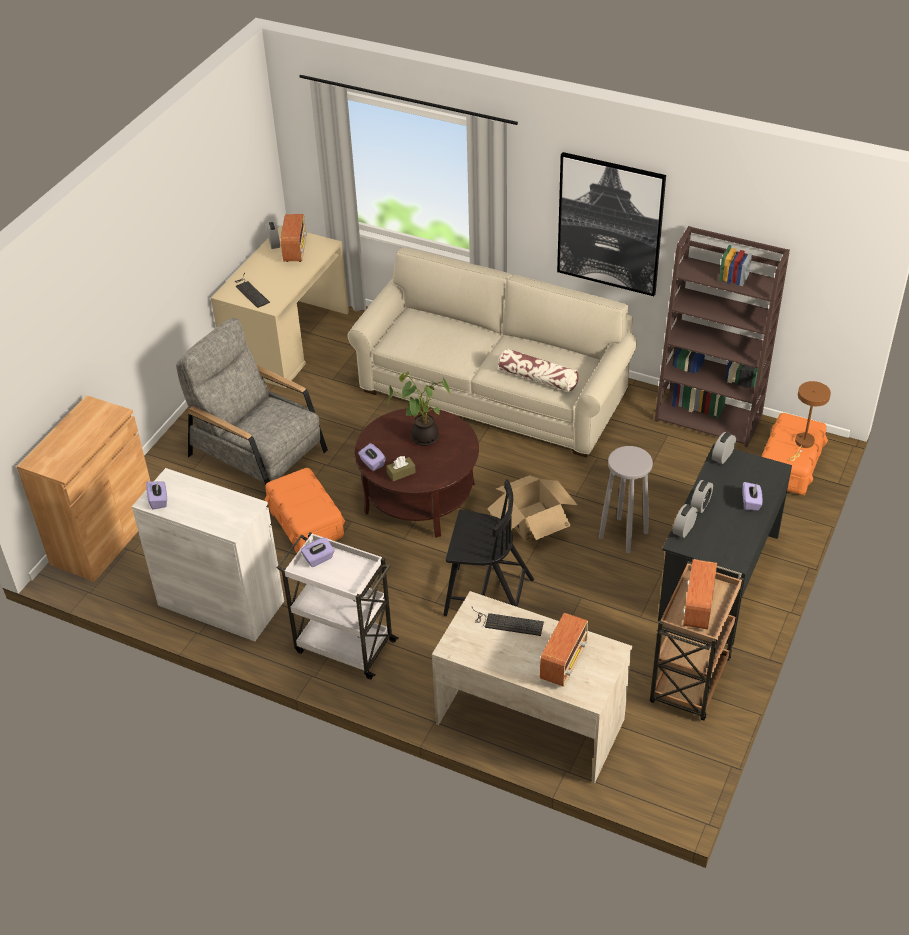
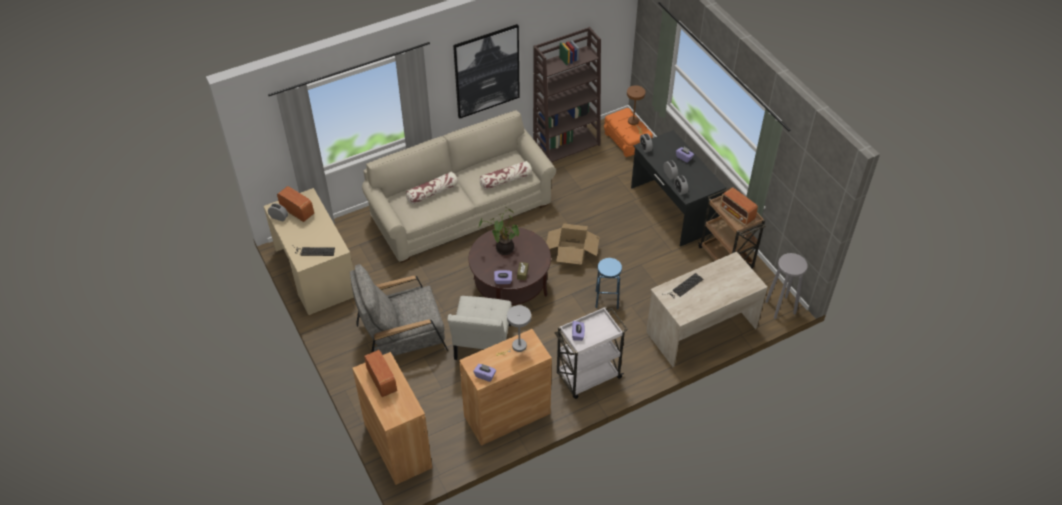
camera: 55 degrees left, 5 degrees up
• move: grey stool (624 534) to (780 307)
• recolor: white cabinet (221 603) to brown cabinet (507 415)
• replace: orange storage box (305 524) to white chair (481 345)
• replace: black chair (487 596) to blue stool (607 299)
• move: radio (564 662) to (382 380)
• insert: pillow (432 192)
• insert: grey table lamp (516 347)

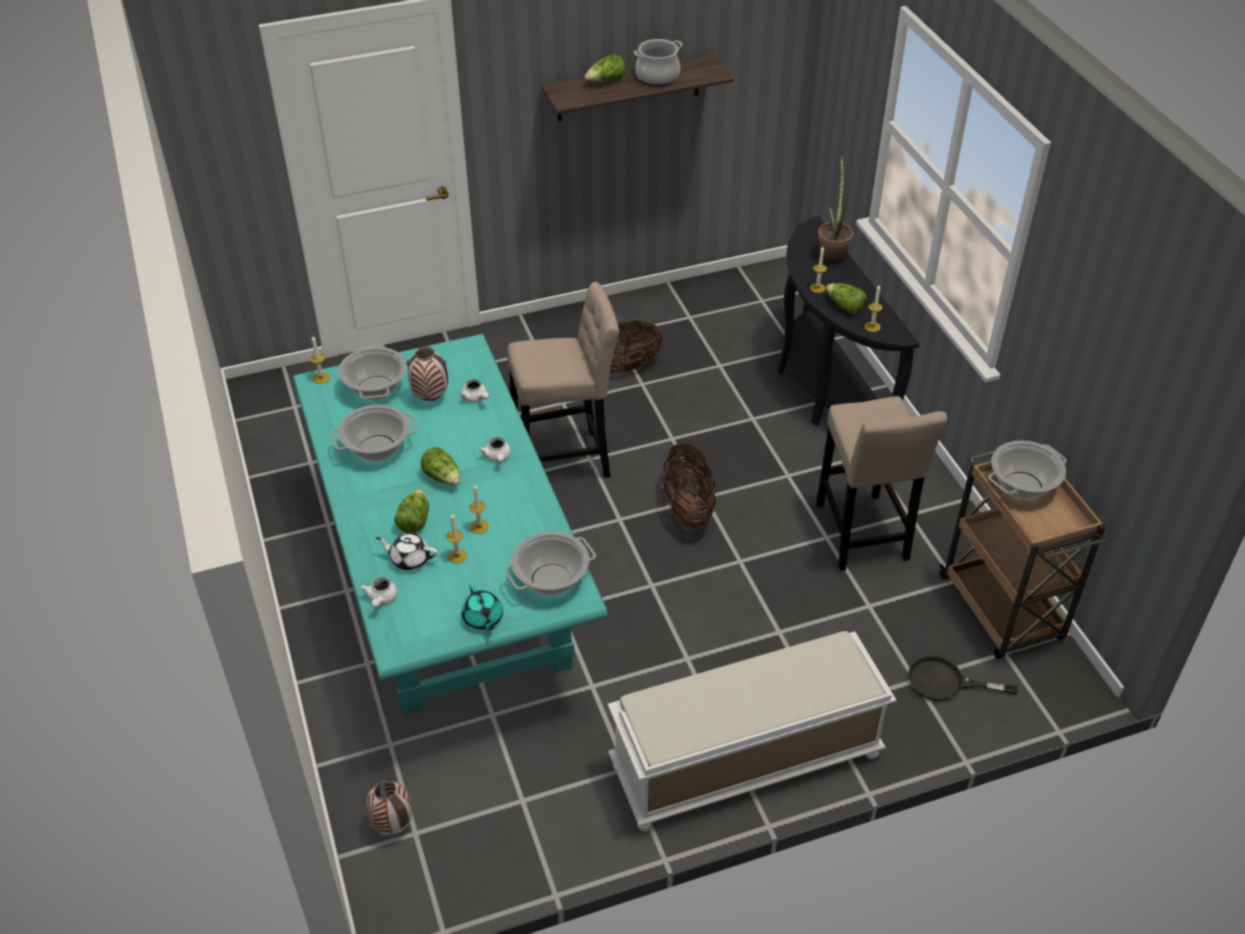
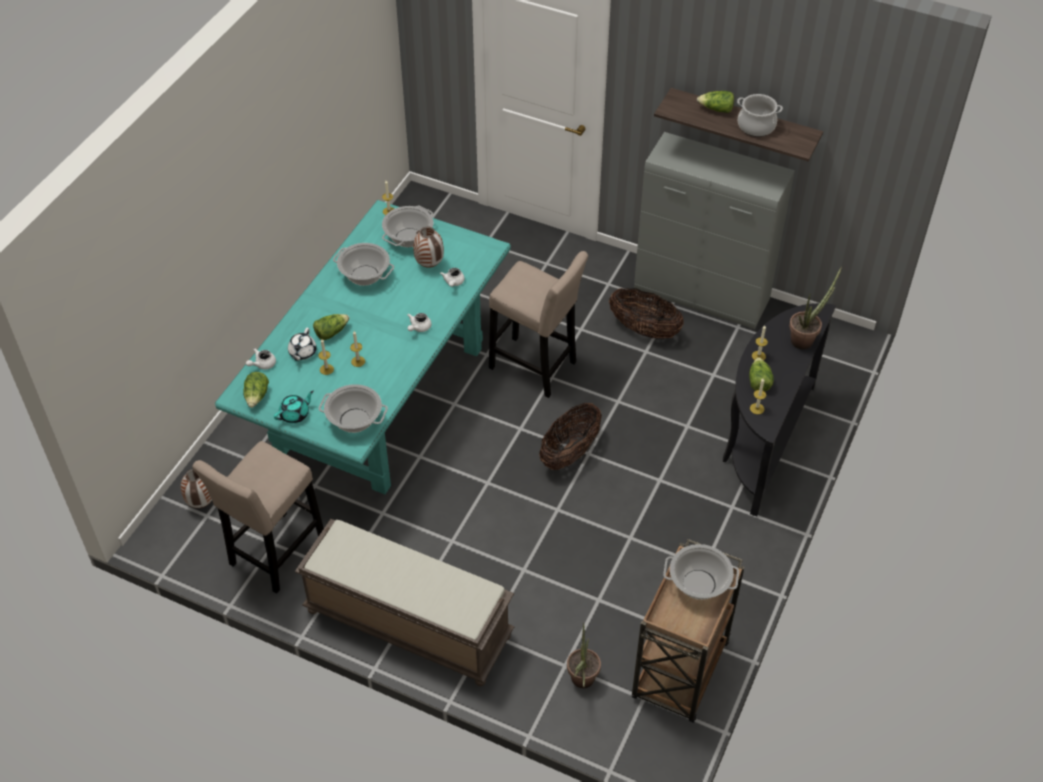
camera: 45 degrees right, 5 degrees up
• move: beige stool (862 536) to (274 555)
• move: lettuce (443 477) to (257 396)
• rotate: white teapot (409 559) = (302 352) 135 degrees counterclockwise
• rotate: turquoise teapot (483 619) = (295 414) 150 degrees counterclockwise
• recolor: white bench (744 763) to brown bench (406 624)
• replace: black frying pan (946 682) to potted plant (581 683)
• insert: grey cabinet (702 296)

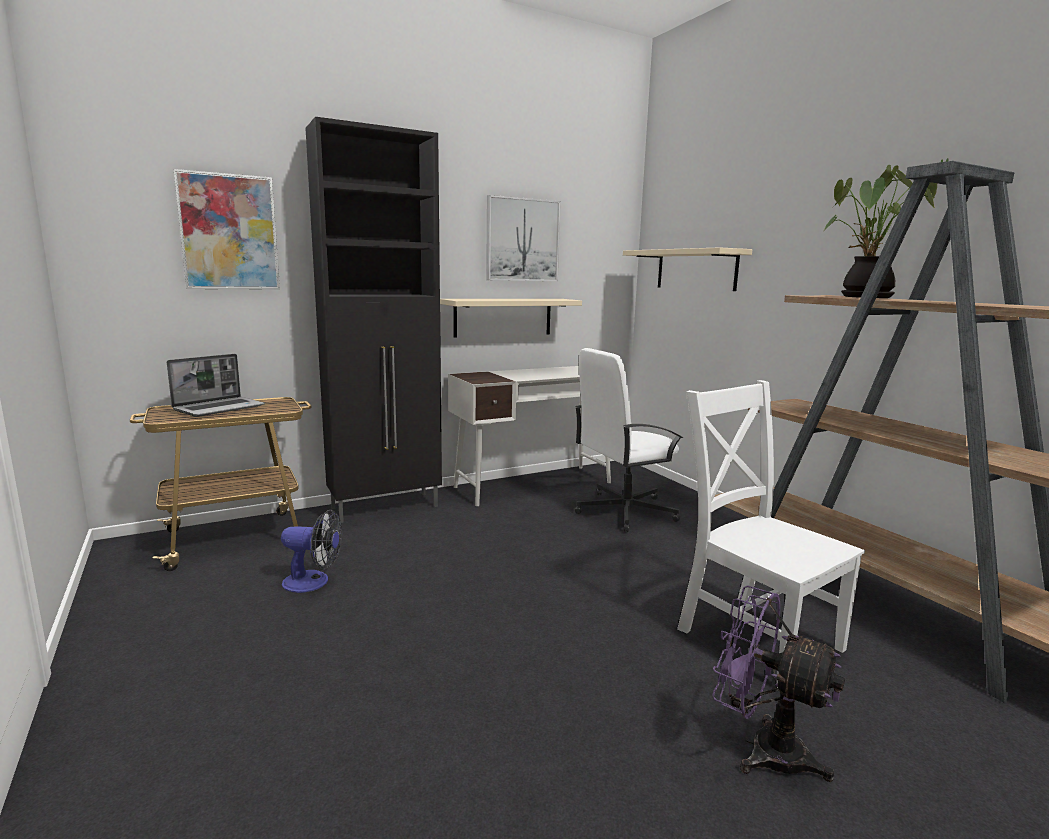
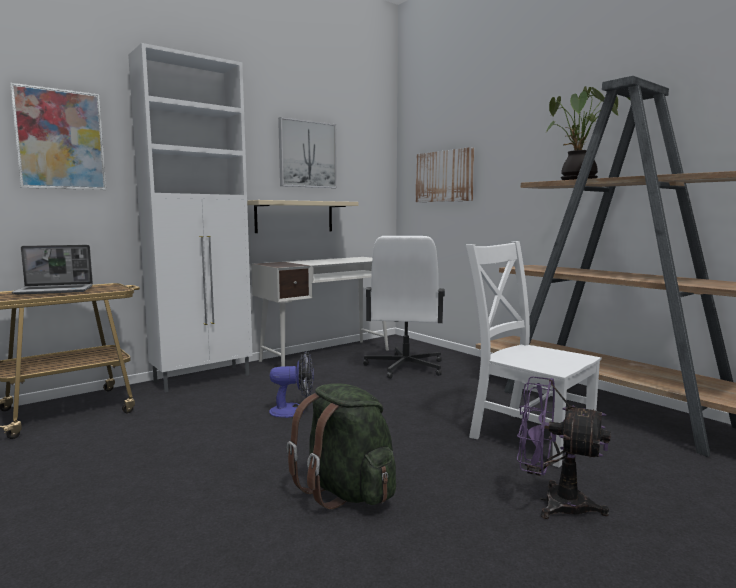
camera: 10 degrees left, 5 degrees down
• recolor: black cabinet (386 507) to white cabinet (204 378)
• replace: beige shelf (696 270) to picture (444 176)
• rotate: white office chair (624 511) = (404 367) 45 degrees counterclockwise
• rotate: laptop (220 408) = (56 291) 45 degrees clockwise
• move: fan (313 582) to (293 411)
• insert: green backpack (346 491)

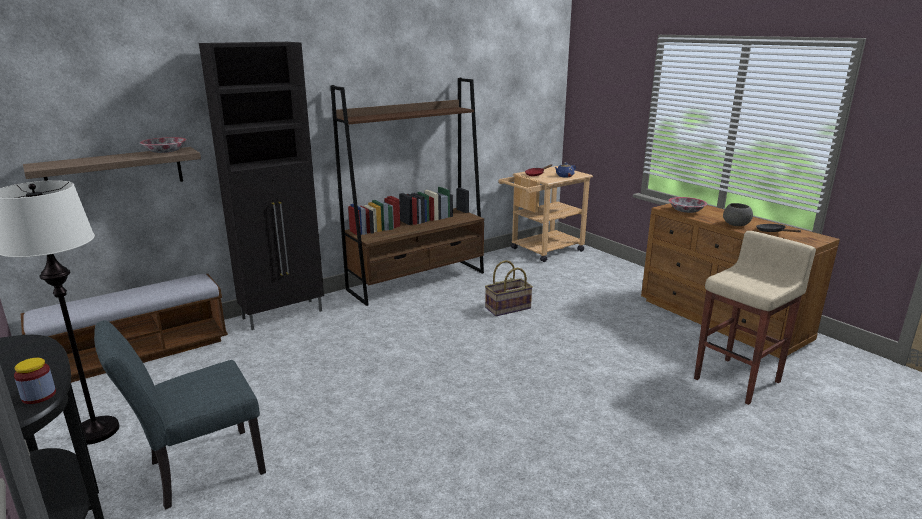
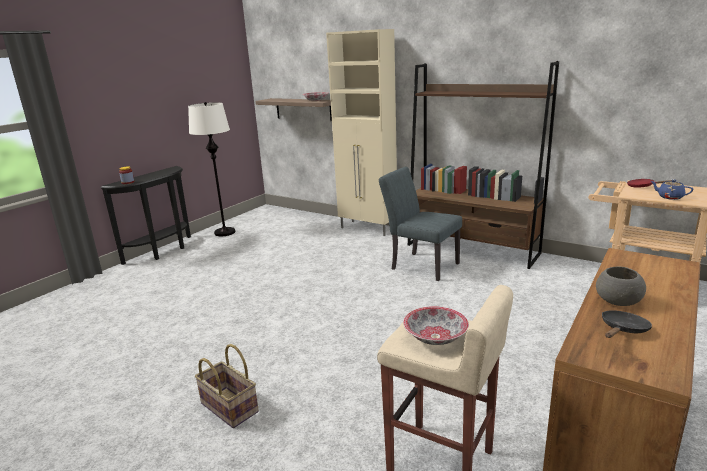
camera: 70 degrees right, 0 degrees up
• recolor: black cabinet (284 314) to beige cabinet (368 228)
• move: bowl (686 211) to (434 337)
• move: basket (508 308) to (228 408)
• delete: bench (137 354)
• move: grey chair (197 470) to (420 265)

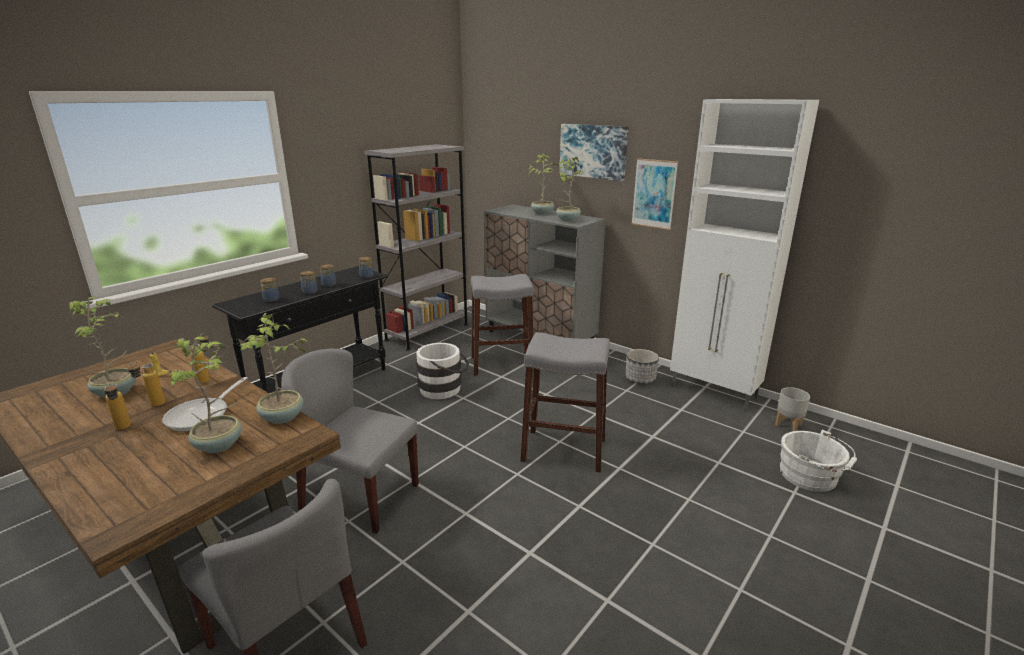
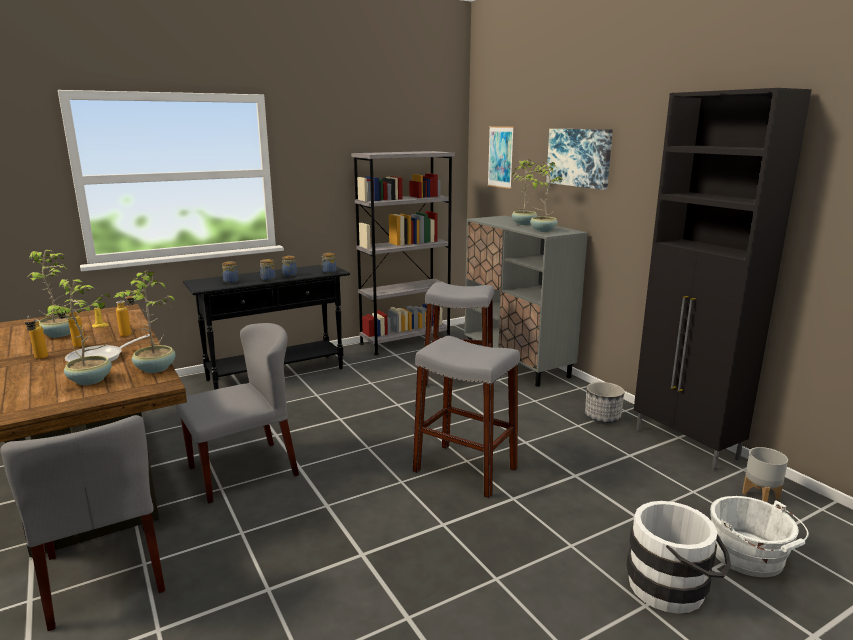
camera: 20 degrees right, 5 degrees down
• recolor: white cabinet (714 392) to black cabinet (686 444)
• move: picture (654 194) to (500 157)
• move: white bucket (444 389) to (674 588)
• rotate: grey chair (359 496) = (244 470) 105 degrees clockwise

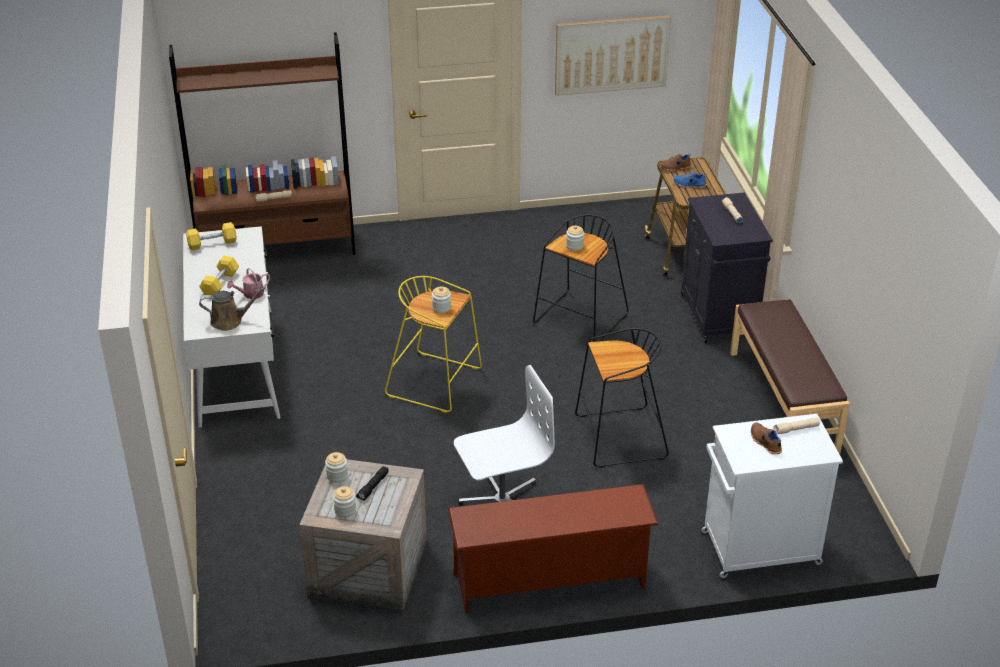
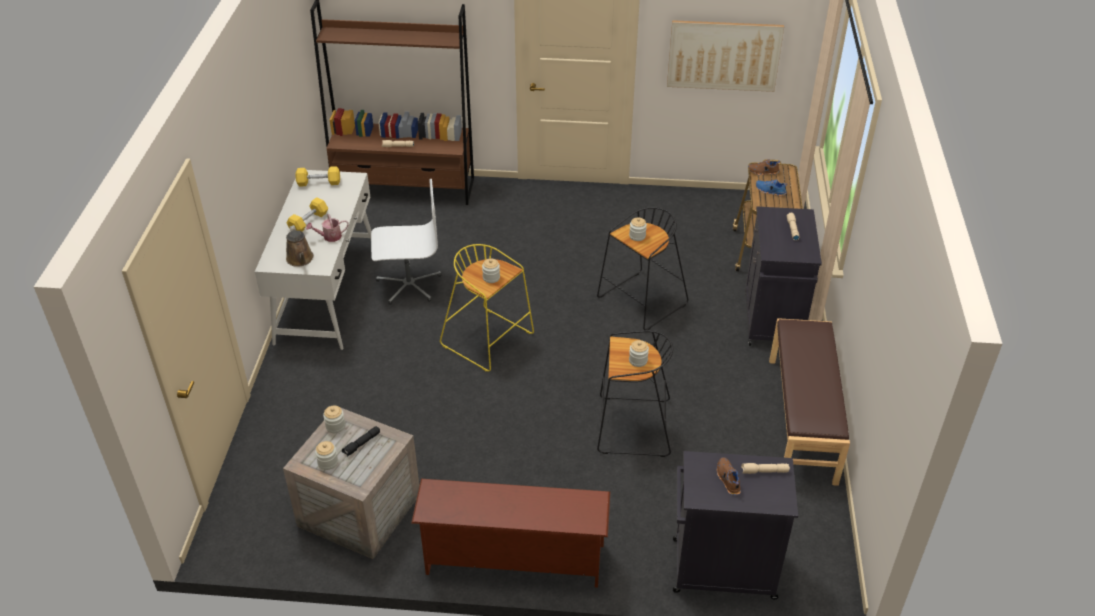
camera: 15 degrees right, 5 degrees up
• rotate: brown watering can (229 321) = (300 259) 60 degrees clockwise
• move: white office chair (501 502) to (408 284)
• recolor: white cabinet (758 548) to black cabinet (721 569)
• insert: jar (638 360)

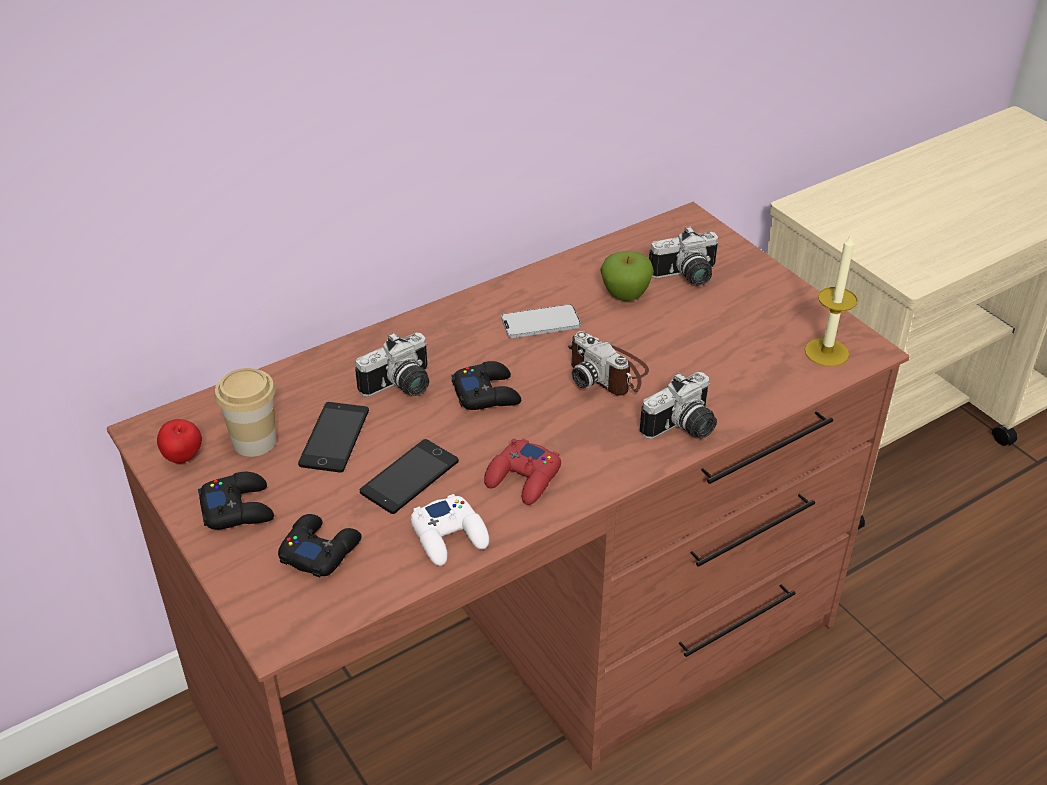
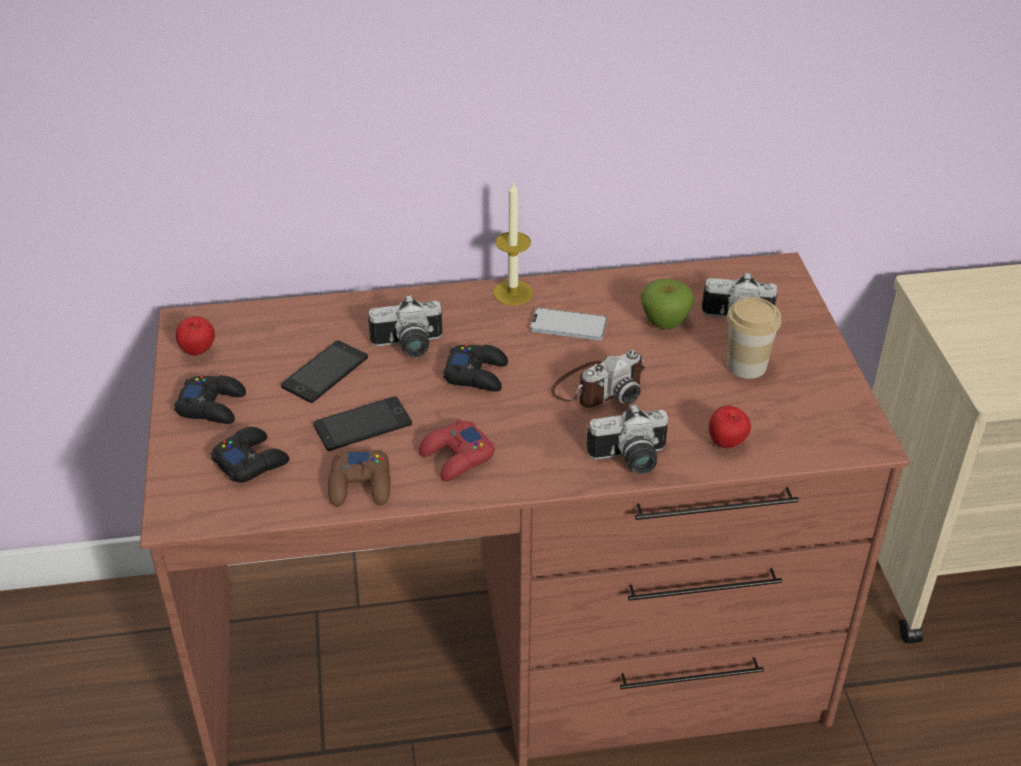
camera: 25 degrees right, 0 degrees up
• move: candle (826 352) to (513 293)
• rotate: photo camera (608 372) = (598 387) 105 degrees counterclockwise
• move: cup (254 441) to (746 365)
• recolor: white game controller (449 536) to brown game controller (361 485)
• insert: apple (727 444)

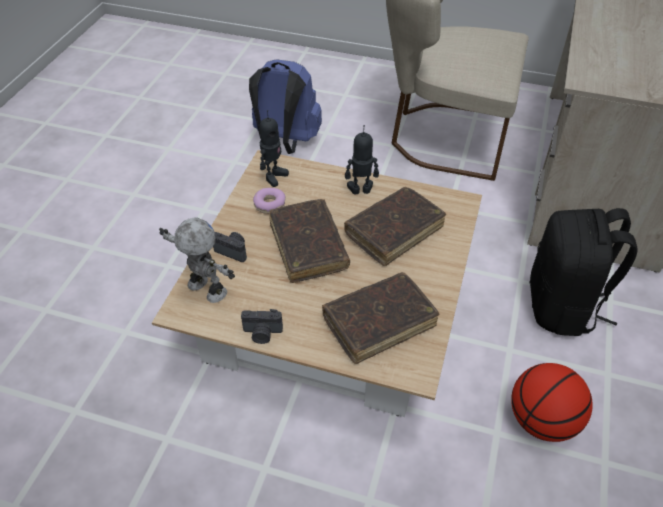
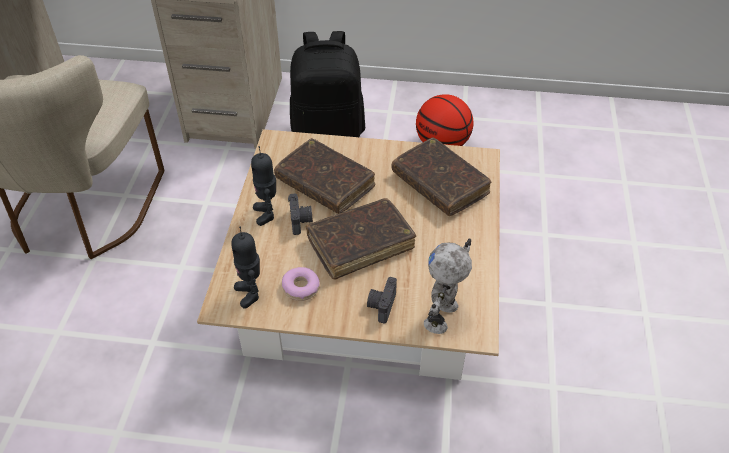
camera: 100 degrees left, 0 degrees up
• delete: blue backpack (285 143)
• rotate: toy robot (273 176) = (250 293) 135 degrees counterclockwise
• move: photo camera (262 333) to (301 221)

